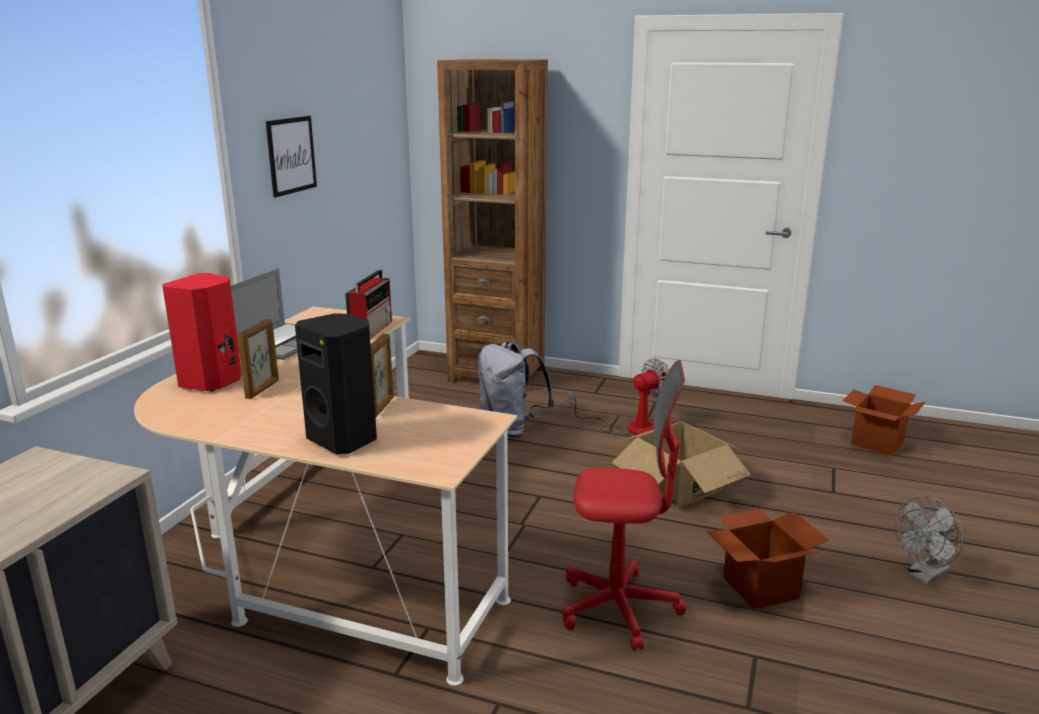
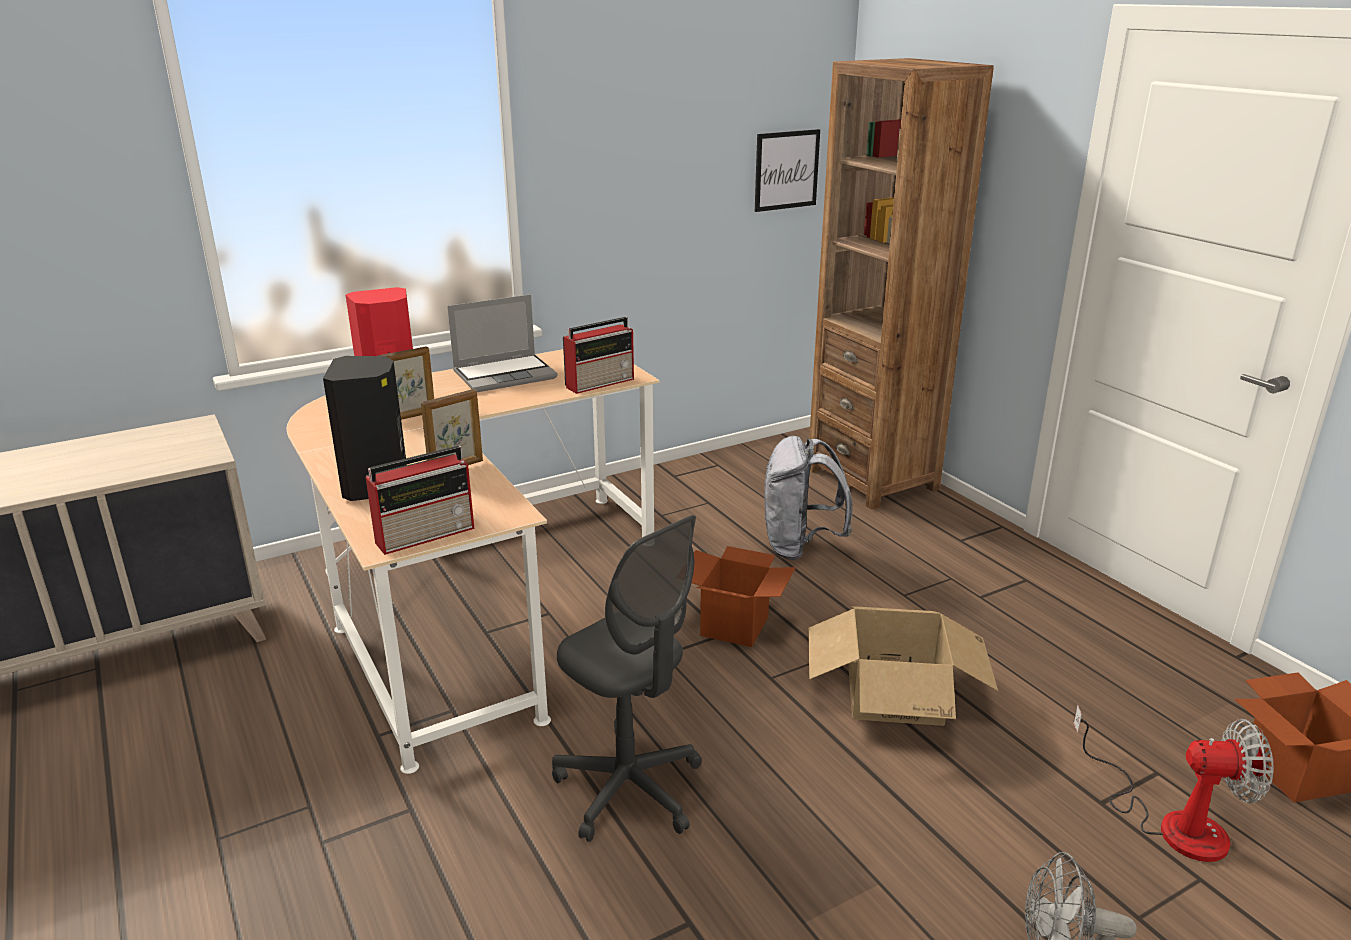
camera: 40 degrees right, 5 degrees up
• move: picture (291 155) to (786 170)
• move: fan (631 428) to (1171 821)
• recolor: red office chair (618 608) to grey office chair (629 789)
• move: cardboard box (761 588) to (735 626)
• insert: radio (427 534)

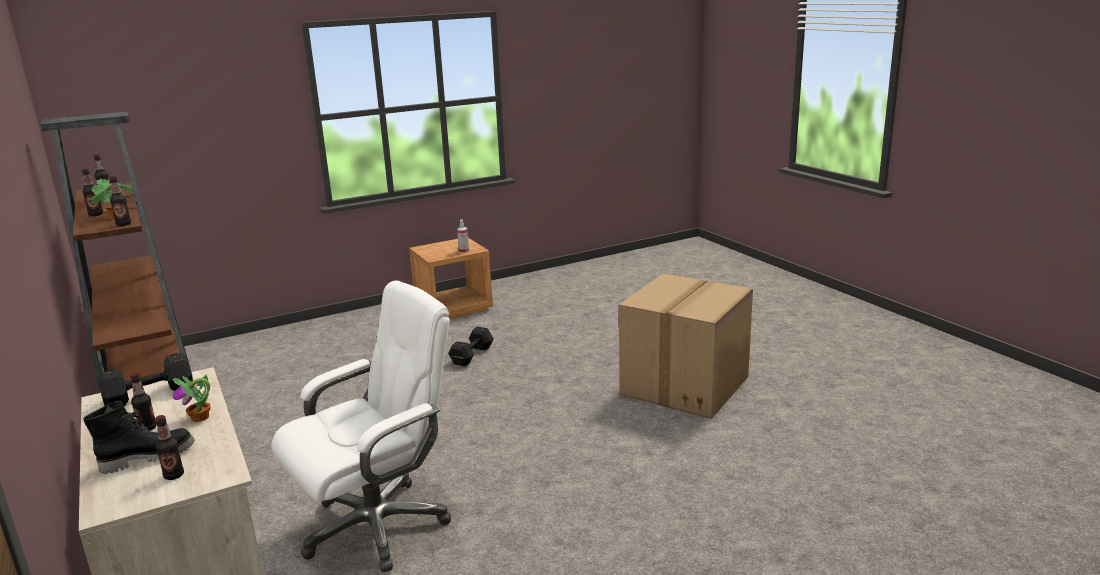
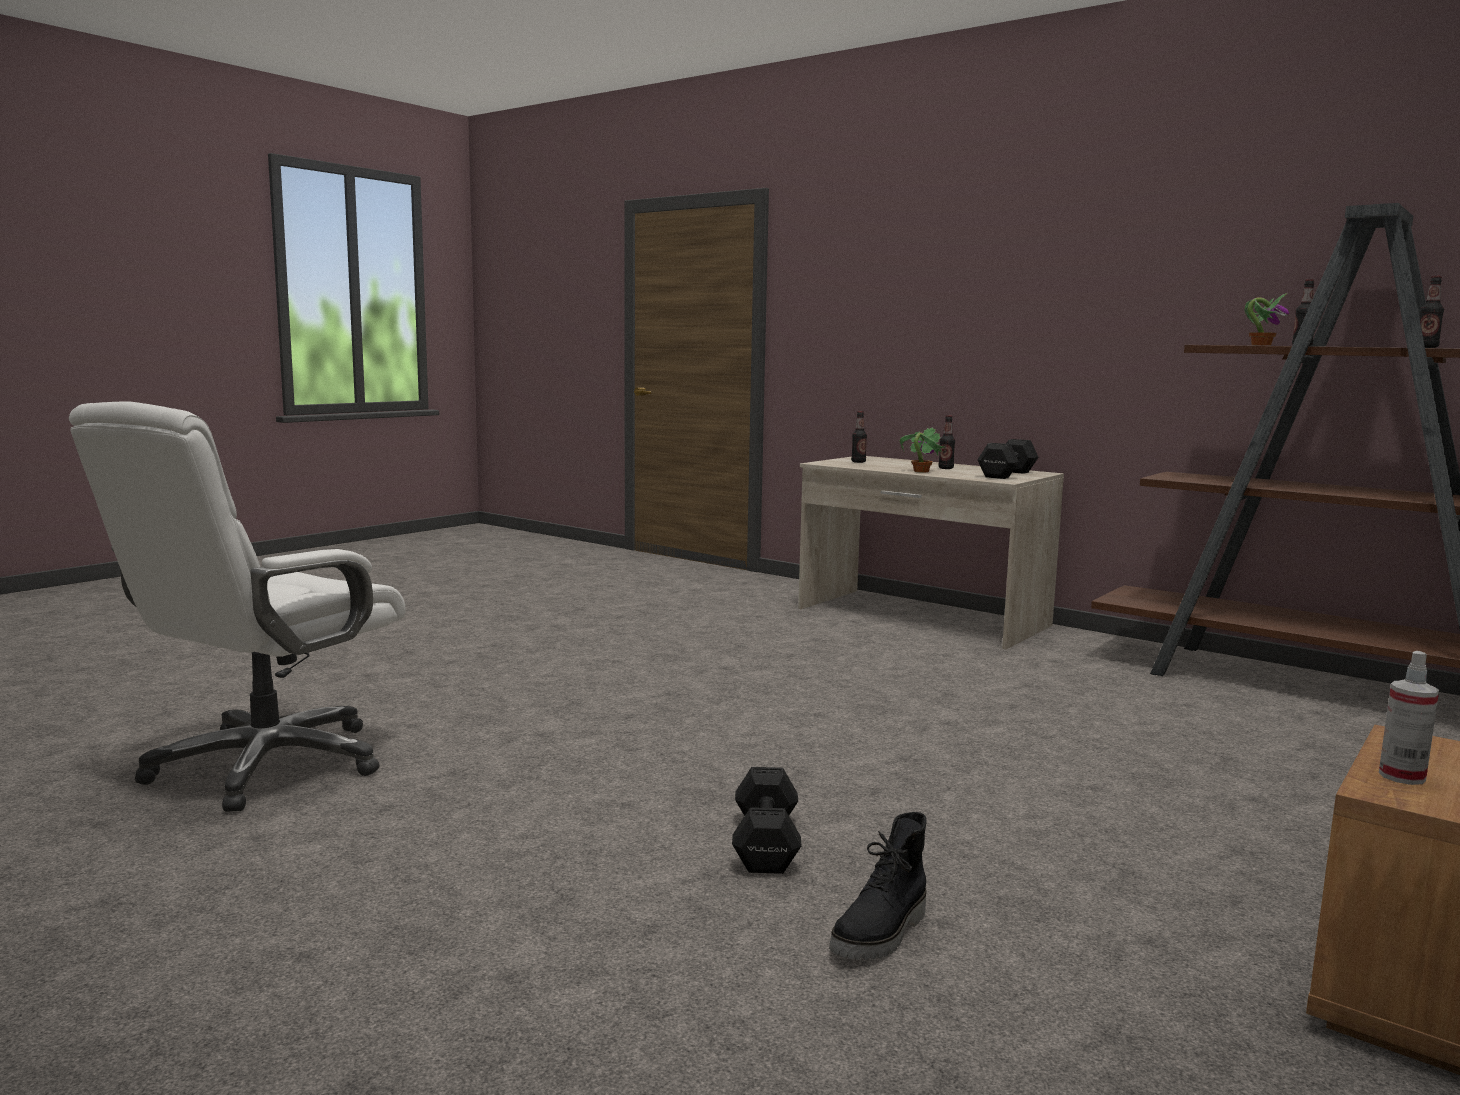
camera: 155 degrees right, 10 degrees down
• delete: bottle (123 224)
• delete: cardboard box (685 386)
• move: white office chair (377 525) to (266 765)
• move: black dumbbell (471 356) to (767 842)
• move: black boot (148 457) to (882 935)

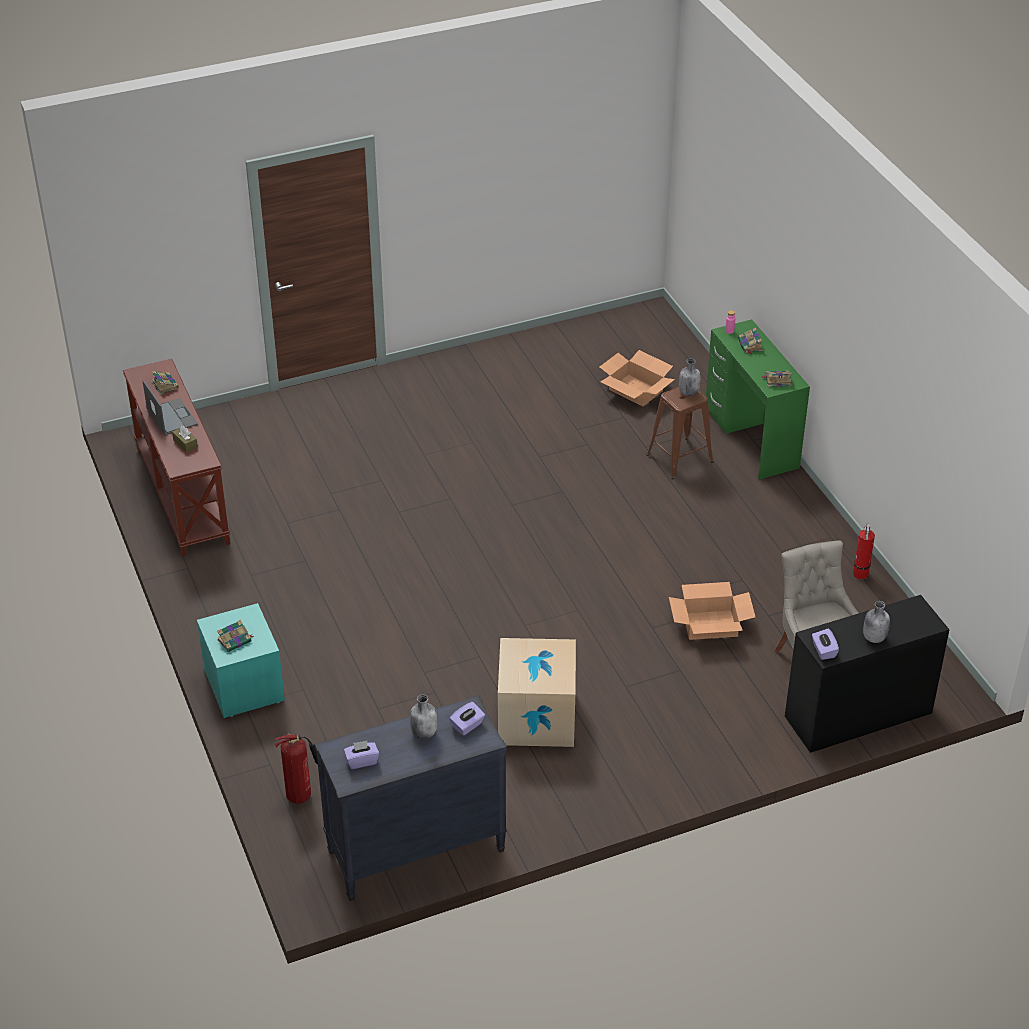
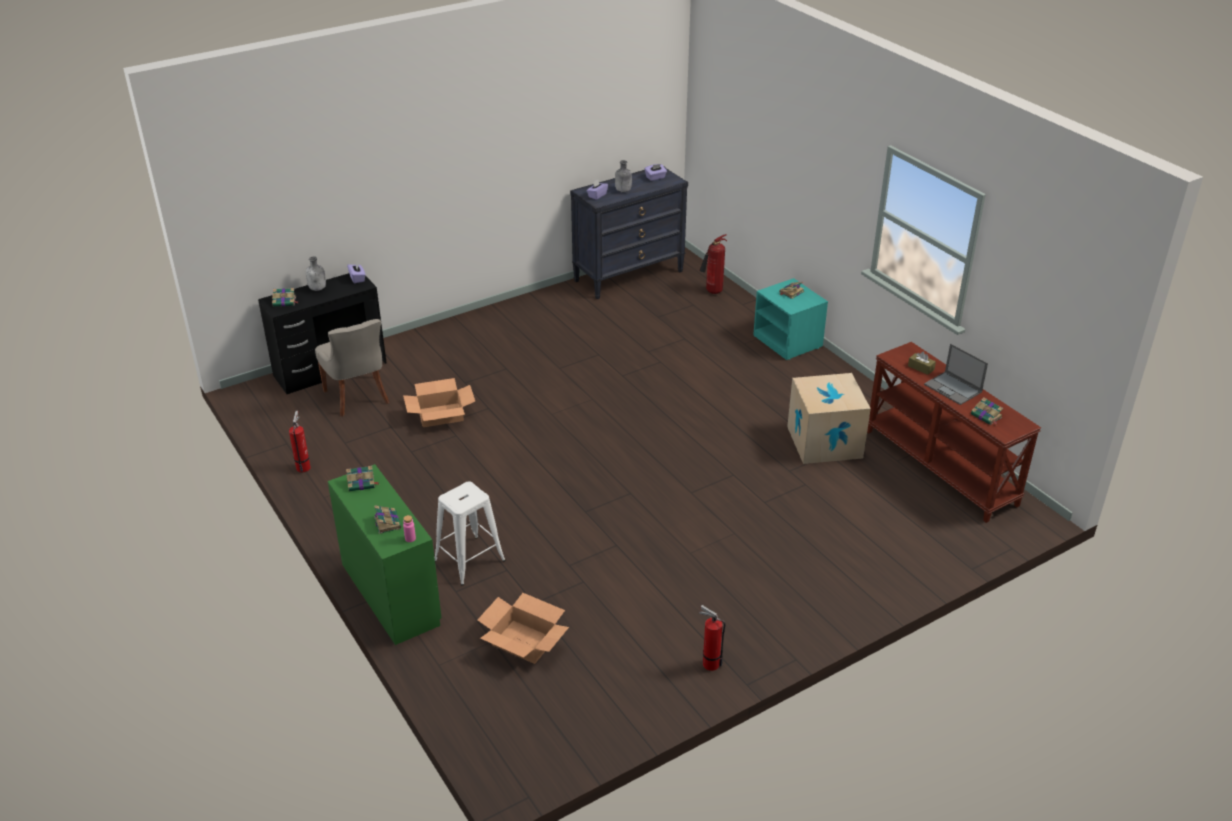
camera: 170 degrees right, 5 degrees down
• delete: grey bottle (688 392)
• recolor: brown stool (679 458) to white stool (469 560)
• move: cardboard box (536 718) to (824 442)
• insert: book (285 302)
• insert: fire extinguisher (709 663)

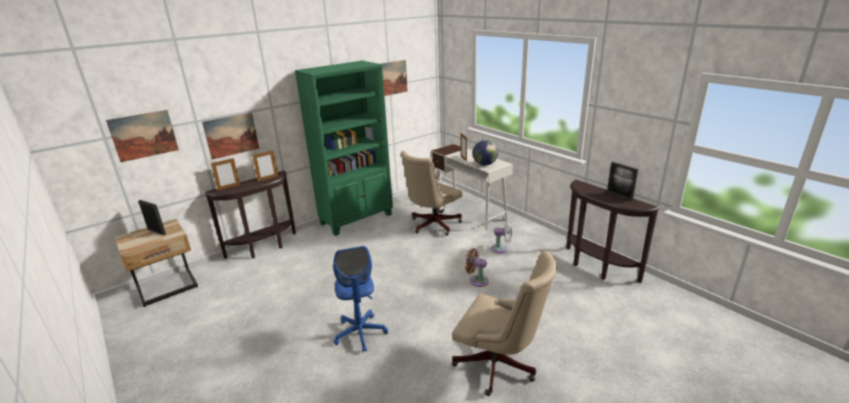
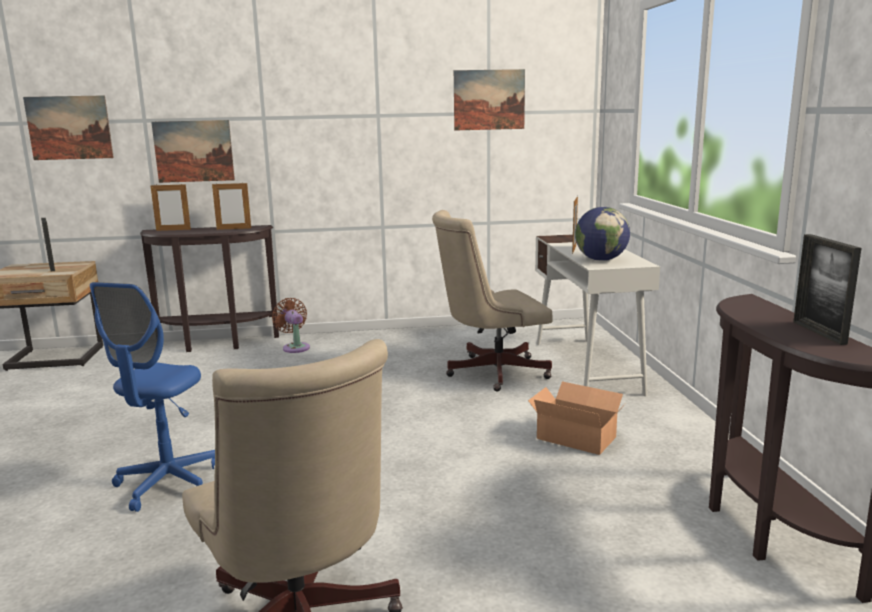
camera: 30 degrees right, 10 degrees down
• delete: green bookcase (357 219)
• replace: white fan (501 249) to cardboard box (575 436)
• move: brown fan (477 280) to (295 347)

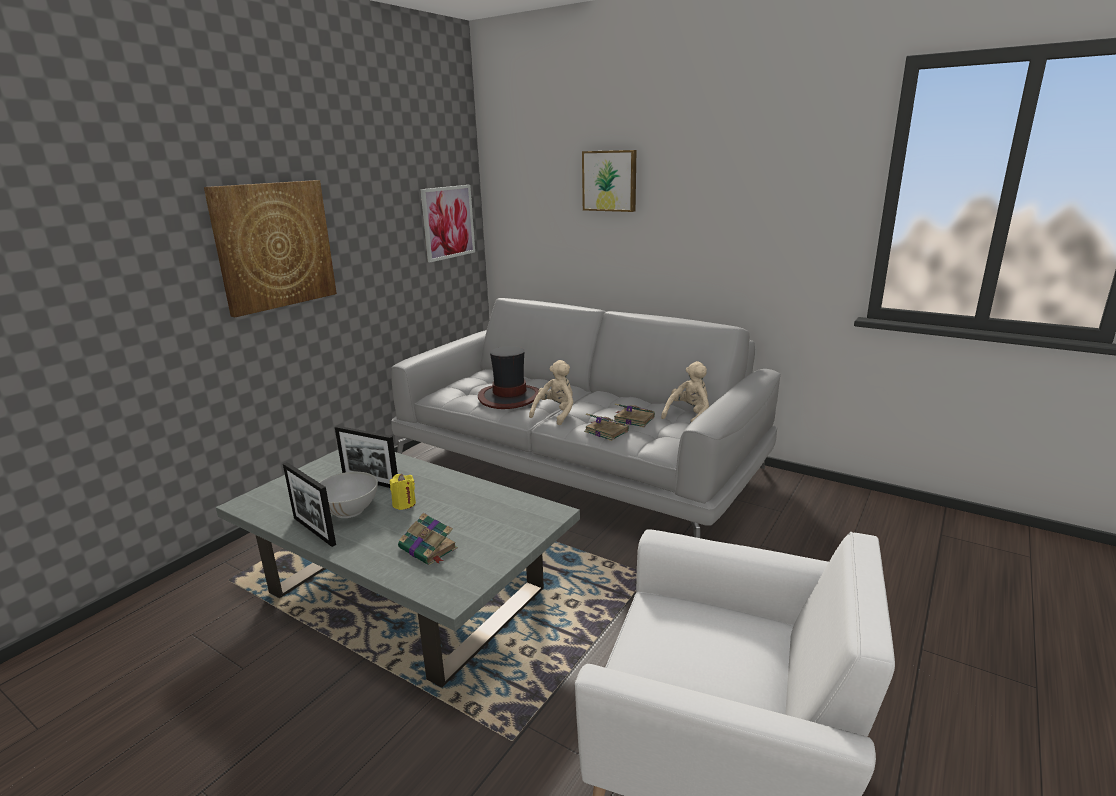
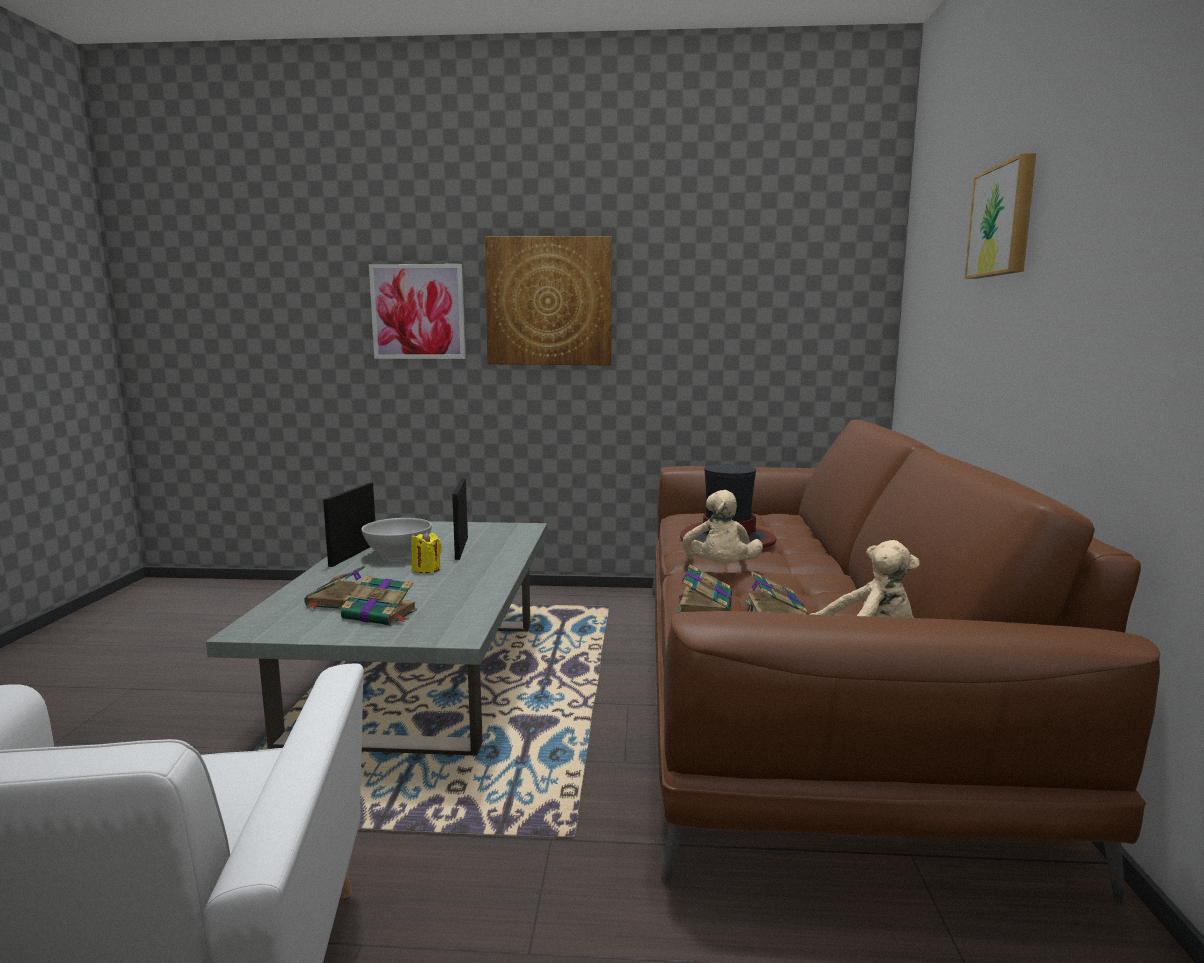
camera: 60 degrees right, 10 degrees down
• move: picture (448 222) to (418 312)
• recolor: grey sofa (579 466) to brown sofa (803 695)
• rotate: beige plush toy (556 413) = (721 570) 90 degrees clockwise
• insert: book (381 615)

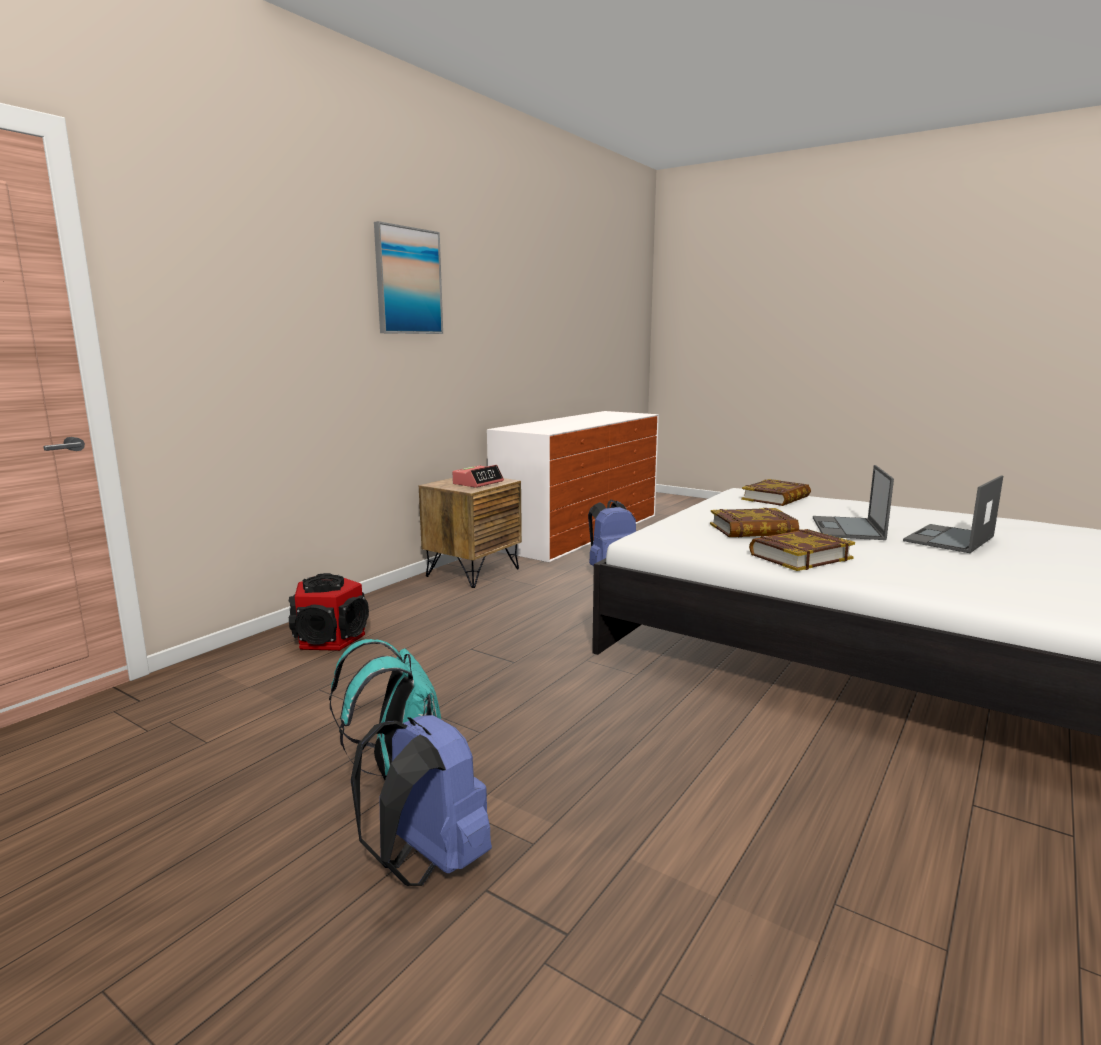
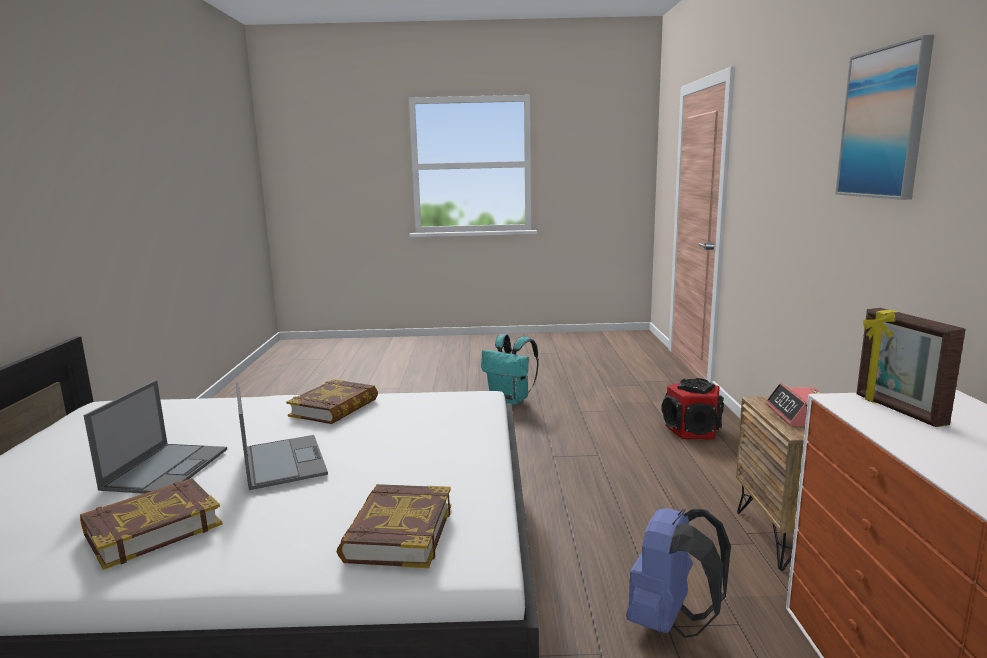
camera: 145 degrees right, 0 degrees up
• move: book (753 530) to (152 529)
• delete: blue backpack (427 863)
• insert: picture frame (898 410)

